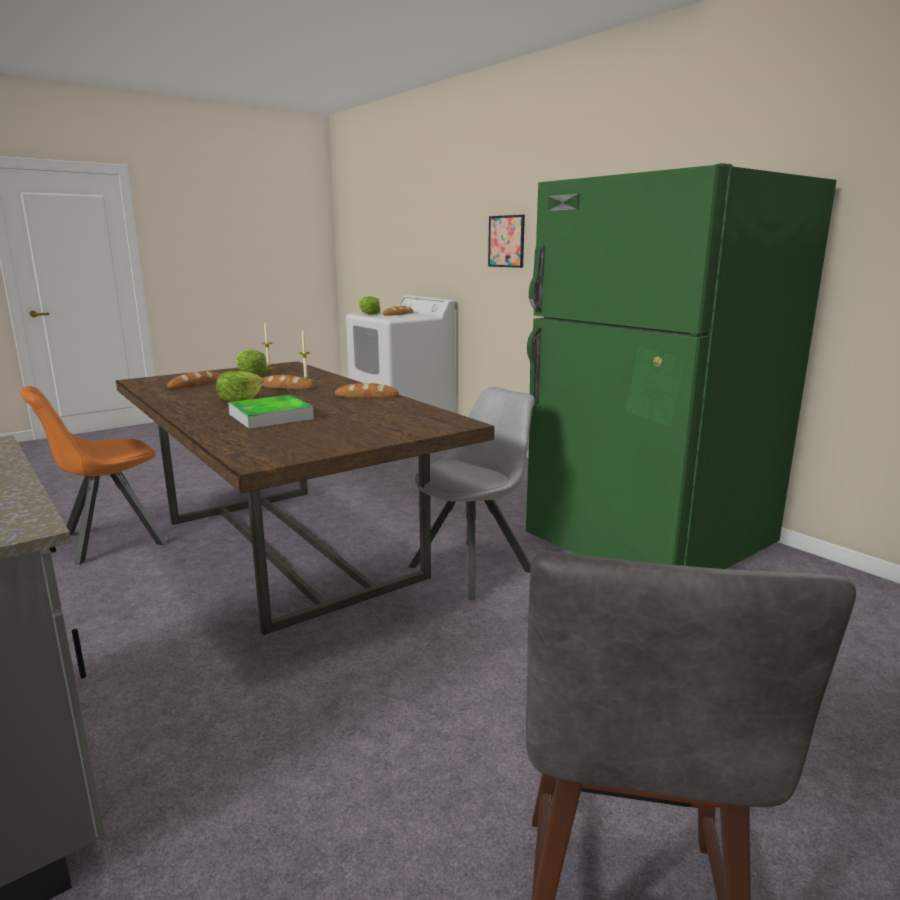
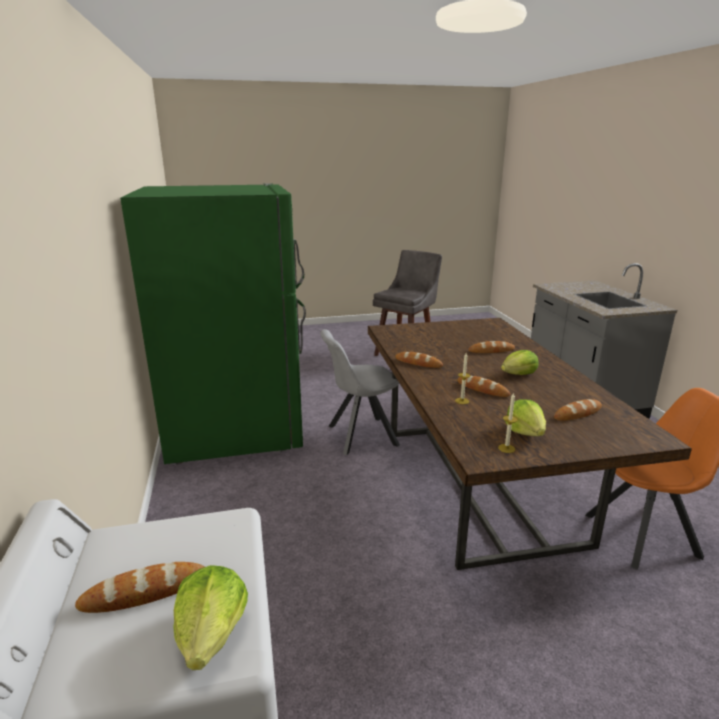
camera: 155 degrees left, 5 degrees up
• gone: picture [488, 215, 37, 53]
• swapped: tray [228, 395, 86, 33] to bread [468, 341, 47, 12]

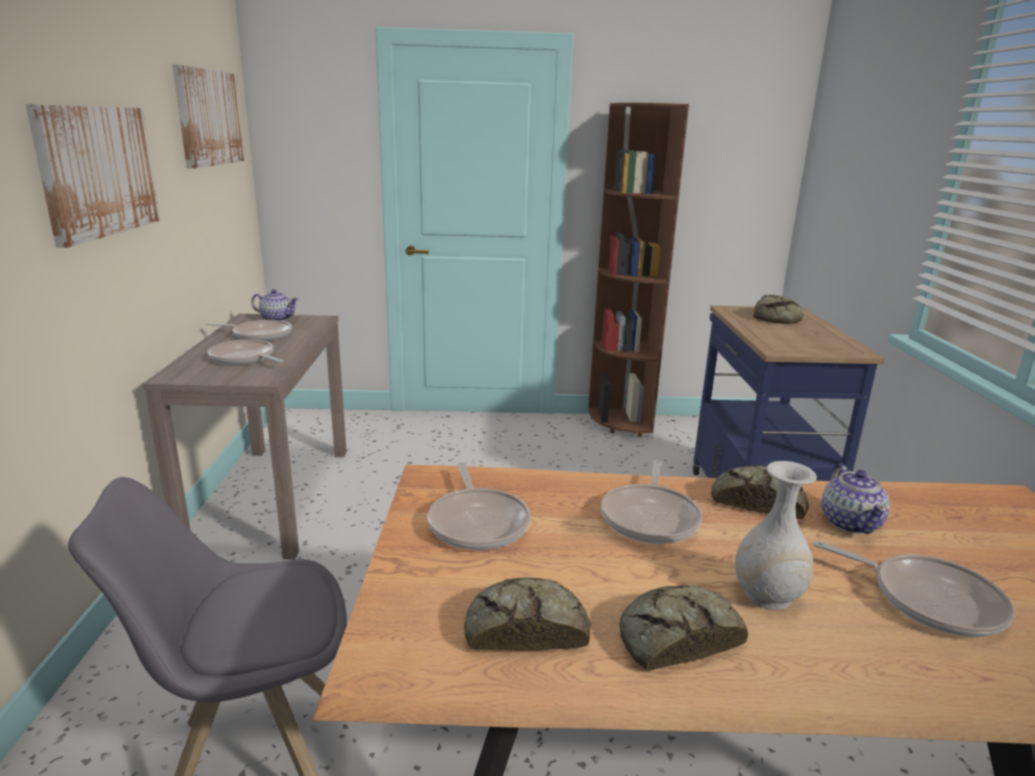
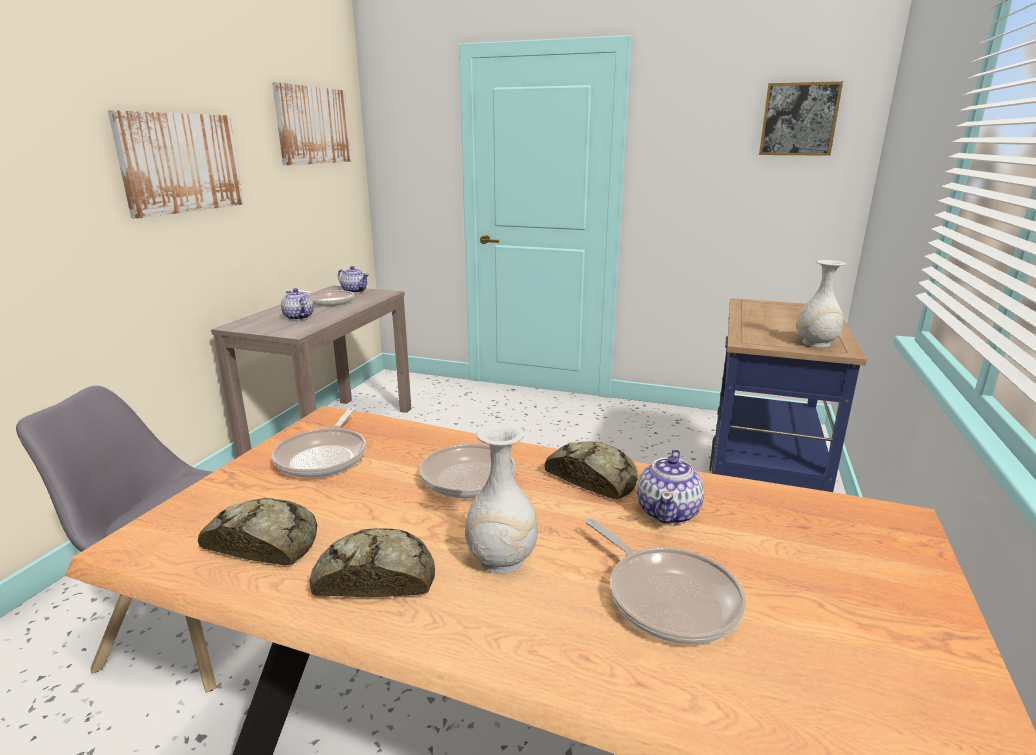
camera: 20 degrees right, 0 degrees up
• gone: bookcase (brown) [588, 103, 101, 334]
• gone: bread [753, 295, 51, 29]
• swapped: frying pan [208, 339, 76, 26] to teapot [281, 288, 33, 32]
• new: picture [759, 81, 84, 75]
• new: vase (white) [796, 260, 50, 87]

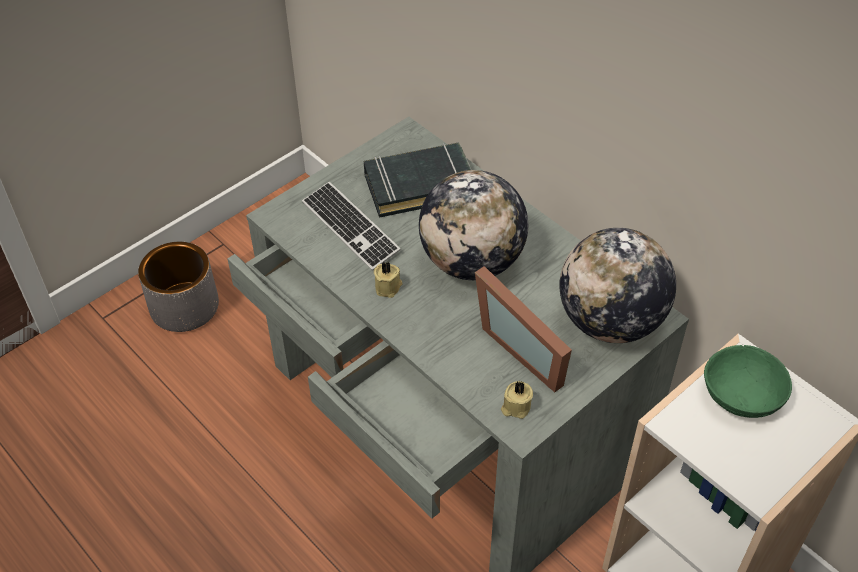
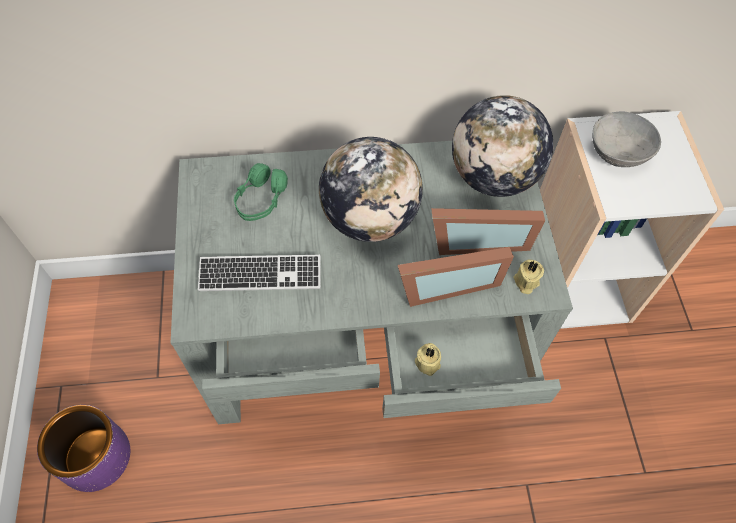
camera: 55 degrees left, 10 degrees up
• swapped: book (black) [364, 142, 107, 76] to headphones (green) [234, 163, 54, 58]
• repainted: planter (grey) [138, 241, 81, 91] to planter (purple) [37, 405, 93, 87]
• shifted: candle (beige) [374, 262, 29, 36] to [415, 343, 26, 33]
• repainted: bowl (green) [704, 345, 88, 73] to bowl (grey) [592, 112, 69, 55]
• new: picture frame [398, 247, 116, 60]

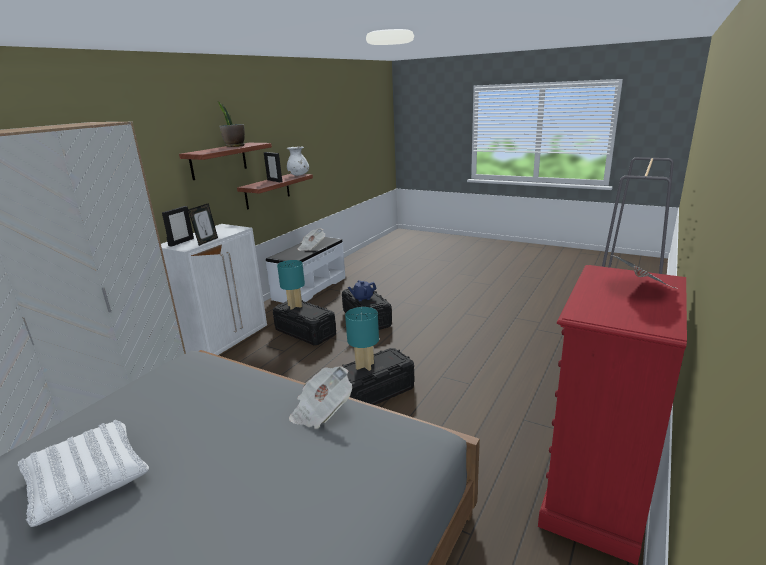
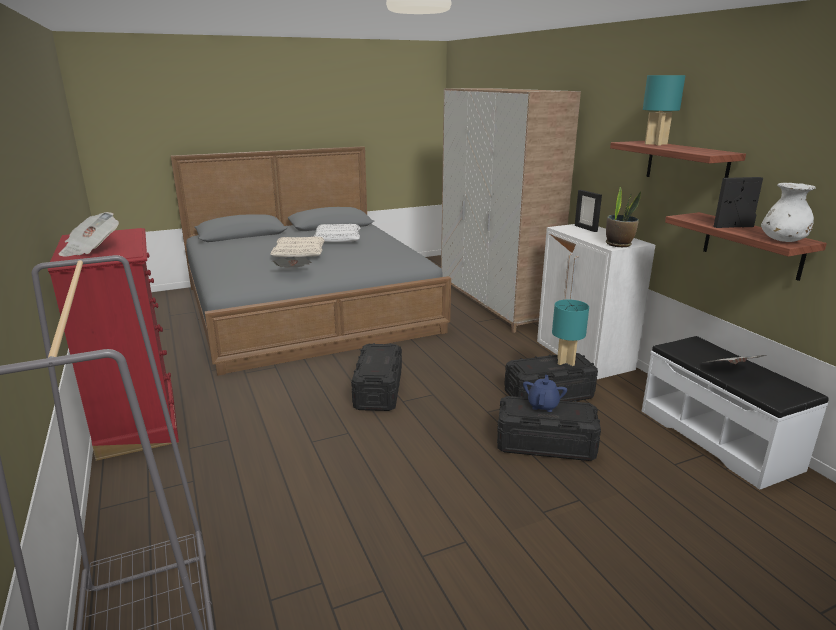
camera: 125 degrees right, 0 degrees up
• shifted: potted plant [218, 101, 27, 46] to [606, 187, 35, 60]
• gone: picture frame [188, 203, 30, 43]
• shifted: table lamp (turquoise) [345, 307, 34, 64] to [643, 75, 42, 70]
• new: pillow (beige) [270, 236, 55, 21]

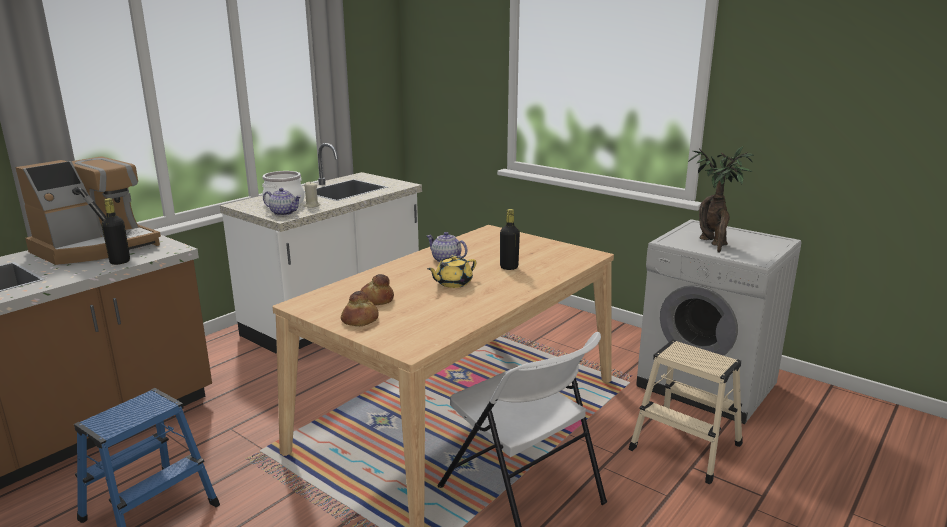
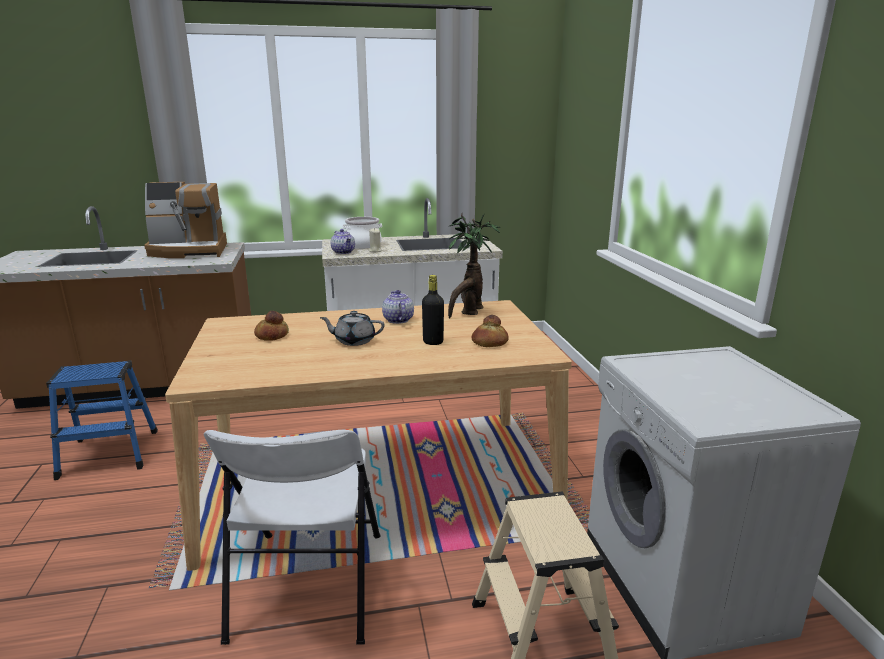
camera: 40 degrees right, 0 degrees up
• shifted: potted plant [688, 146, 66, 107] to [448, 213, 52, 105]
• gone: bottle (black) [102, 198, 28, 67]
• repainted: teapot (yellow) [427, 255, 50, 33] to teapot (grey) [320, 311, 65, 35]
• shifted: bread [341, 291, 38, 35] to [472, 315, 37, 32]

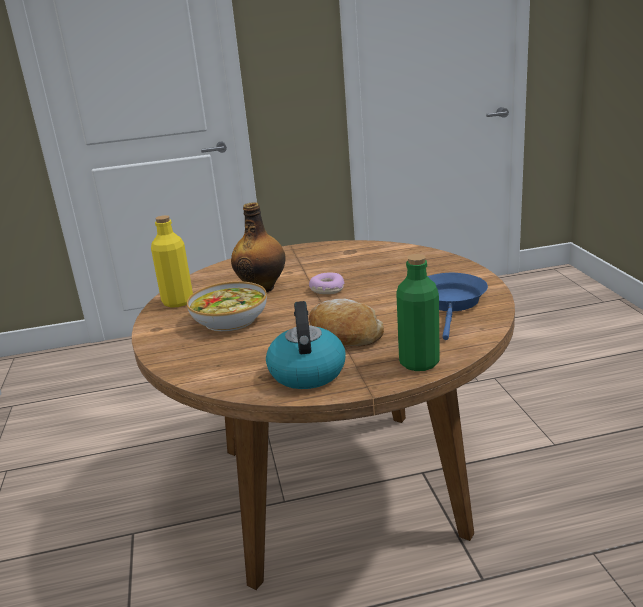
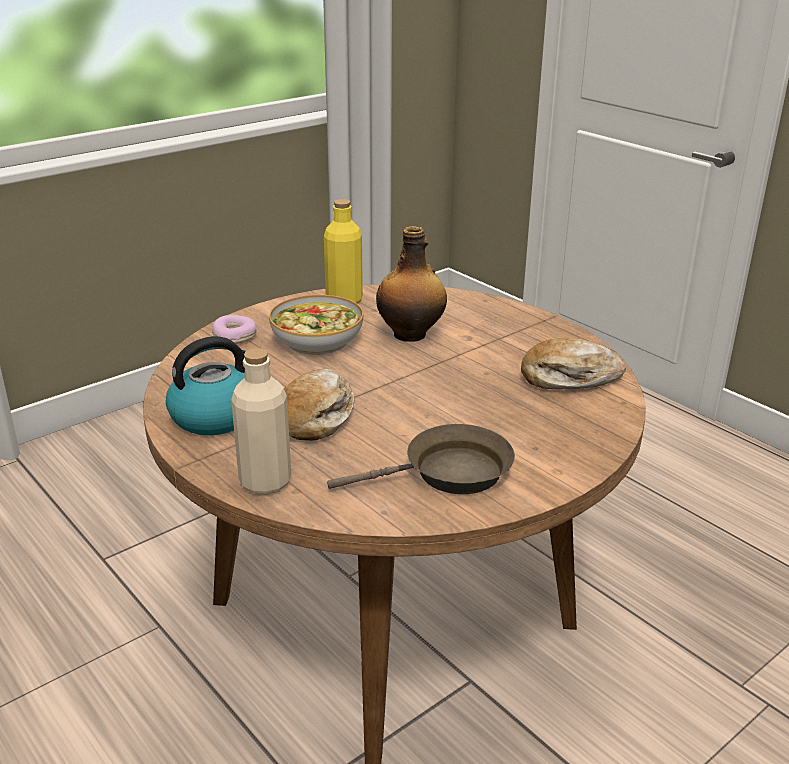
camera: 60 degrees right, 5 degrees up
• repainted: bottle (green) [396, 254, 44, 117] to bottle (beige) [231, 348, 60, 147]
• shifted: donut [309, 273, 36, 21] to [212, 315, 45, 29]
• repainted: frying pan (blue) [428, 273, 60, 67] to frying pan (brown) [327, 424, 188, 70]
• new: bread [521, 338, 105, 51]

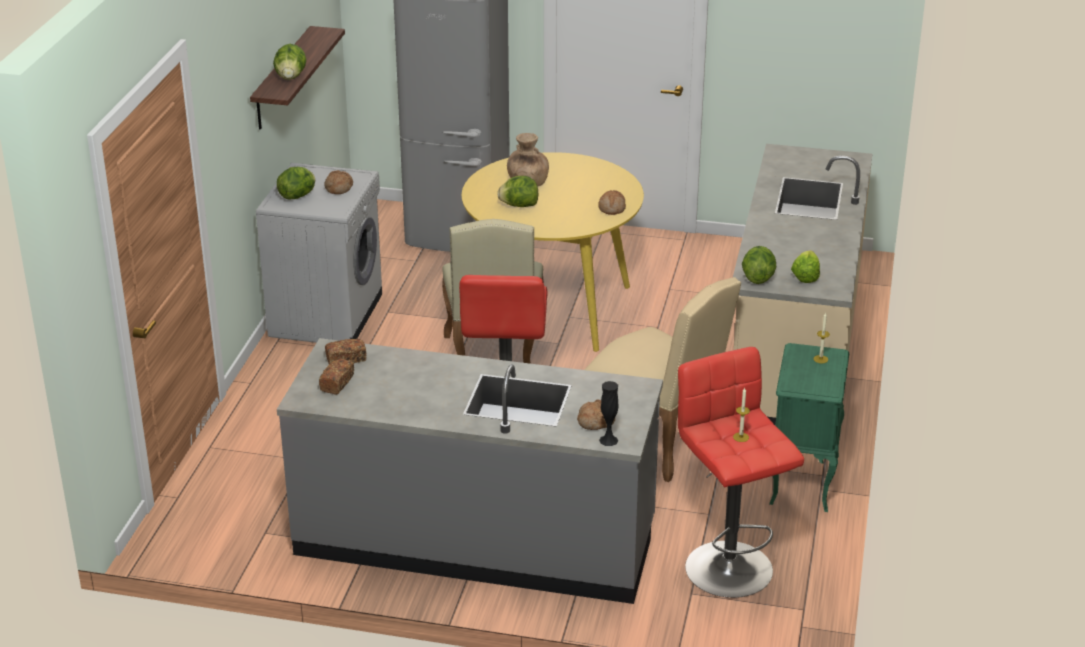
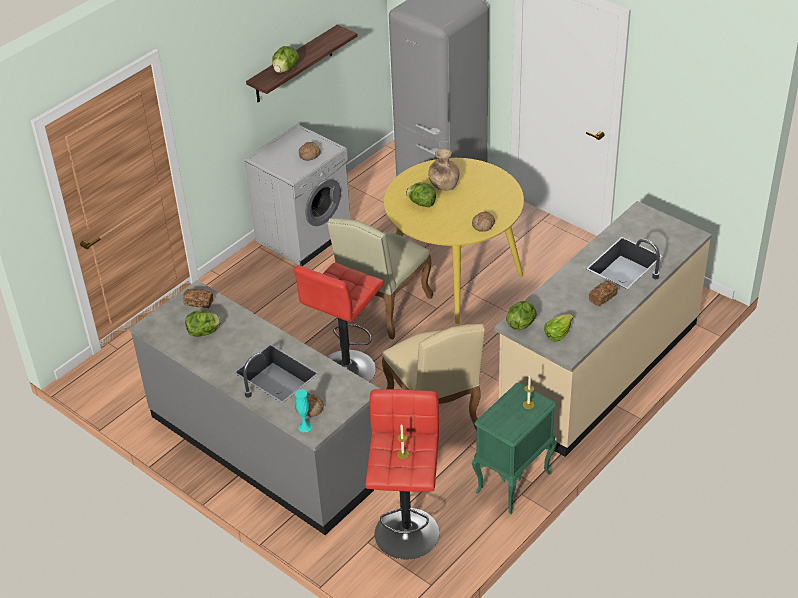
camera: 30 degrees right, 10 degrees up
• shifted: lettuce [277, 167, 38, 32] to [185, 311, 36, 26]
• shifted: bread [319, 358, 35, 36] to [589, 281, 29, 25]
• repainted: vase (black) [599, 381, 19, 65] to vase (turquoise) [295, 389, 17, 43]

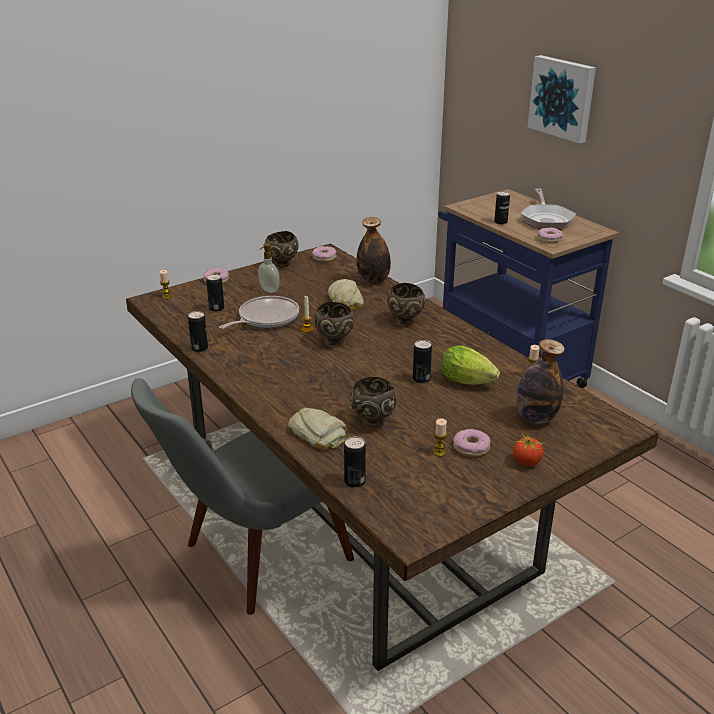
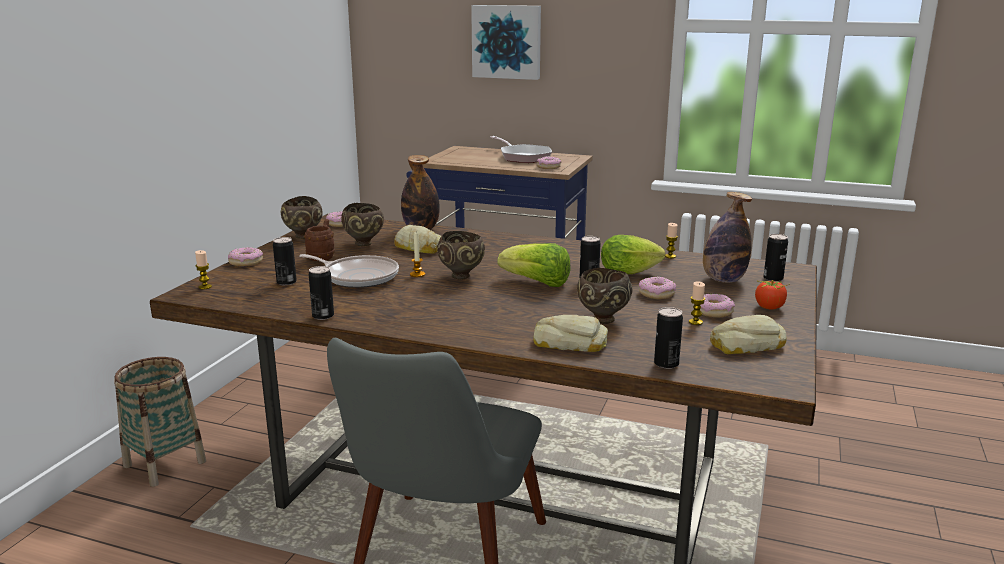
camera: 35 degrees left, 10 degrees down
• shifted: can [494, 191, 16, 34] to [763, 234, 25, 48]
• swapped: soap dispenser [258, 243, 22, 50] to mug (brown) [304, 219, 31, 42]
• shifted: bowl (brown) [387, 283, 39, 41] to [341, 203, 43, 43]
• rotated: frying pan [219, 296, 80, 33] = [299, 254, 100, 34] 105 degrees clockwise
• new: lettuce [498, 243, 72, 44]
• new: donut [639, 277, 37, 22]
• new: bread [710, 315, 77, 39]
• new: basket [114, 357, 92, 130]

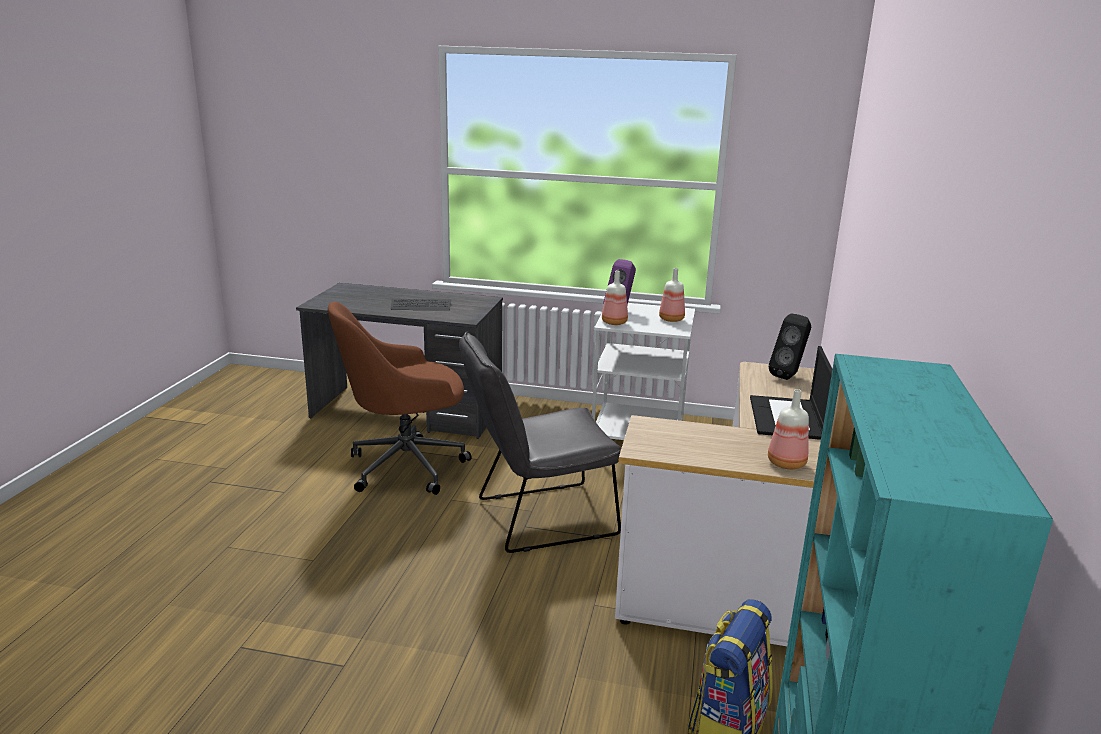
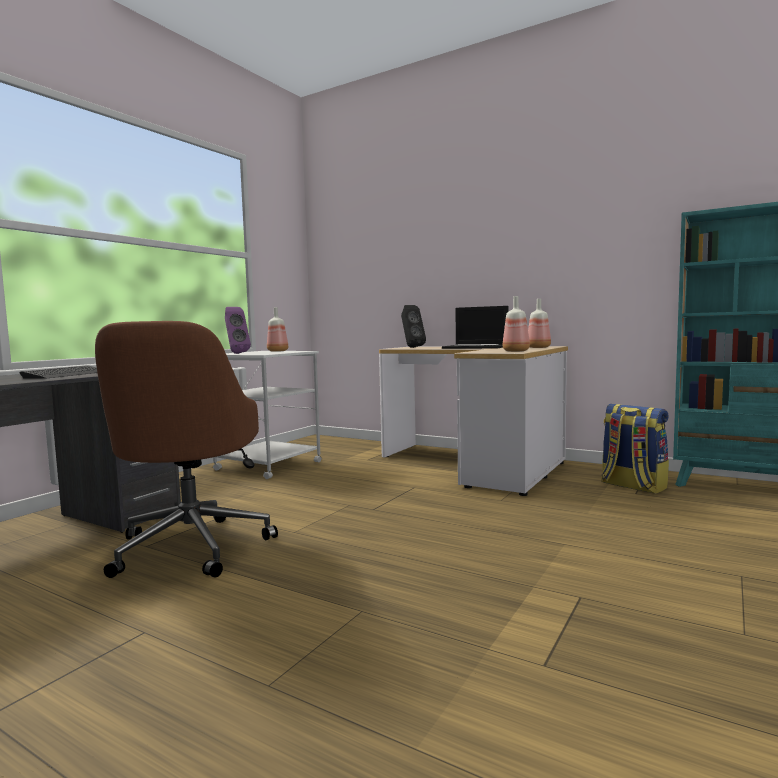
camera: 70 degrees left, 15 degrees down
• shifted: bottle [602, 270, 26, 55] to [503, 296, 27, 56]
• gone: chair (grey) [459, 331, 163, 222]

